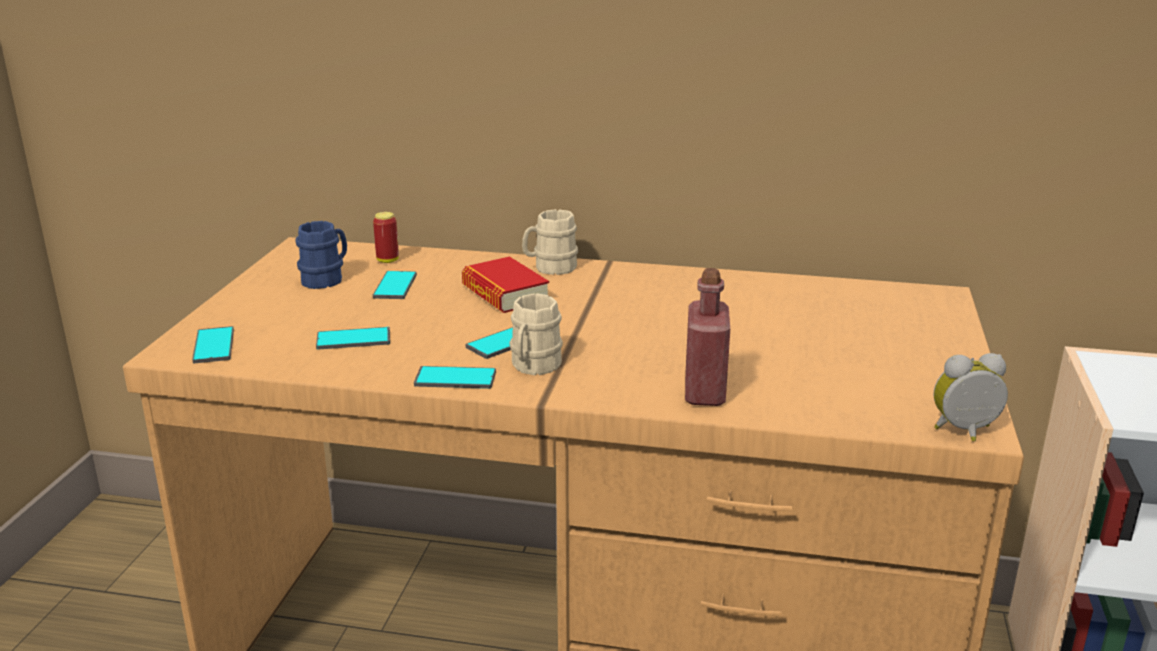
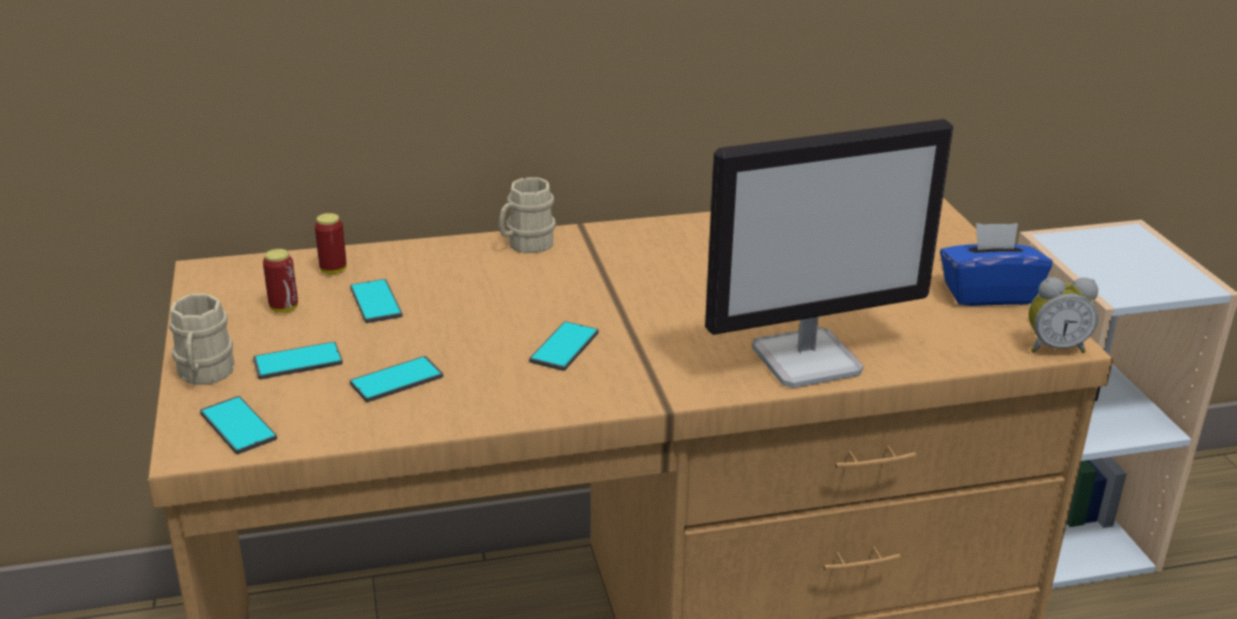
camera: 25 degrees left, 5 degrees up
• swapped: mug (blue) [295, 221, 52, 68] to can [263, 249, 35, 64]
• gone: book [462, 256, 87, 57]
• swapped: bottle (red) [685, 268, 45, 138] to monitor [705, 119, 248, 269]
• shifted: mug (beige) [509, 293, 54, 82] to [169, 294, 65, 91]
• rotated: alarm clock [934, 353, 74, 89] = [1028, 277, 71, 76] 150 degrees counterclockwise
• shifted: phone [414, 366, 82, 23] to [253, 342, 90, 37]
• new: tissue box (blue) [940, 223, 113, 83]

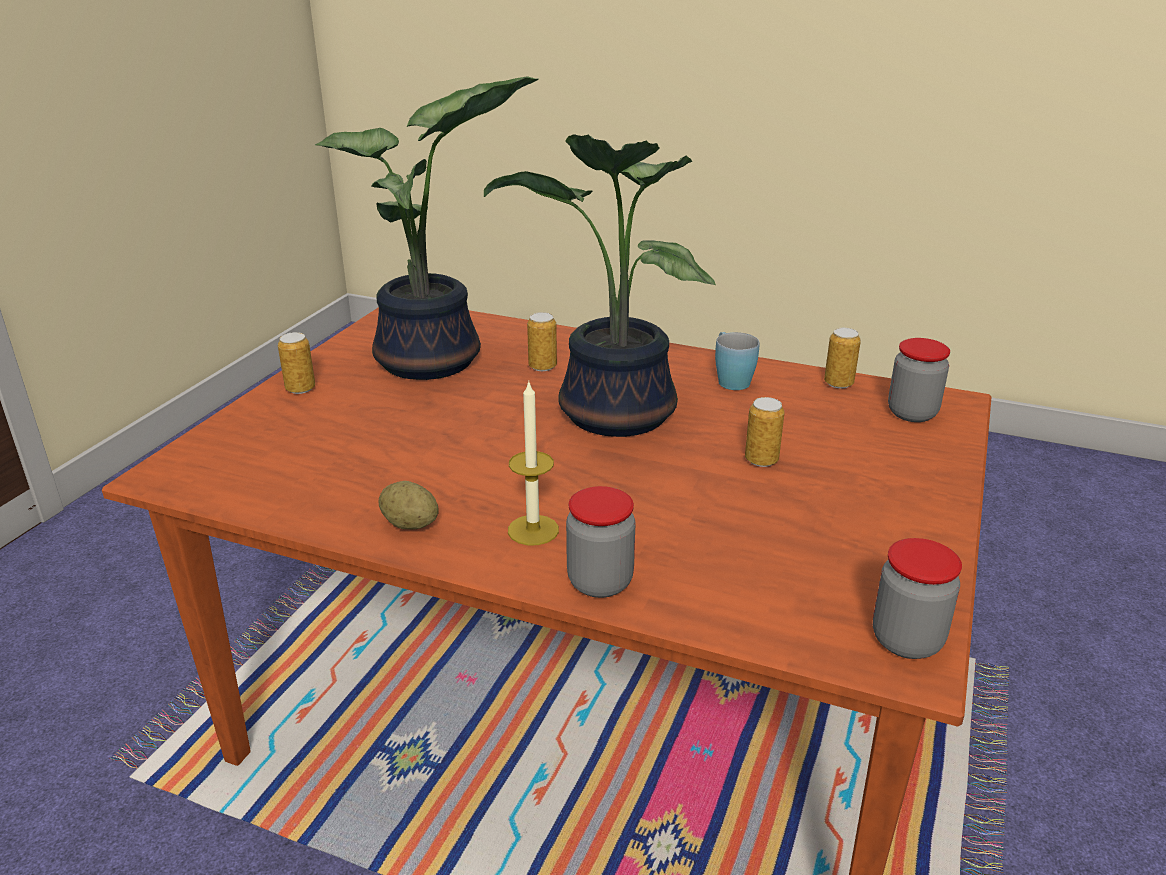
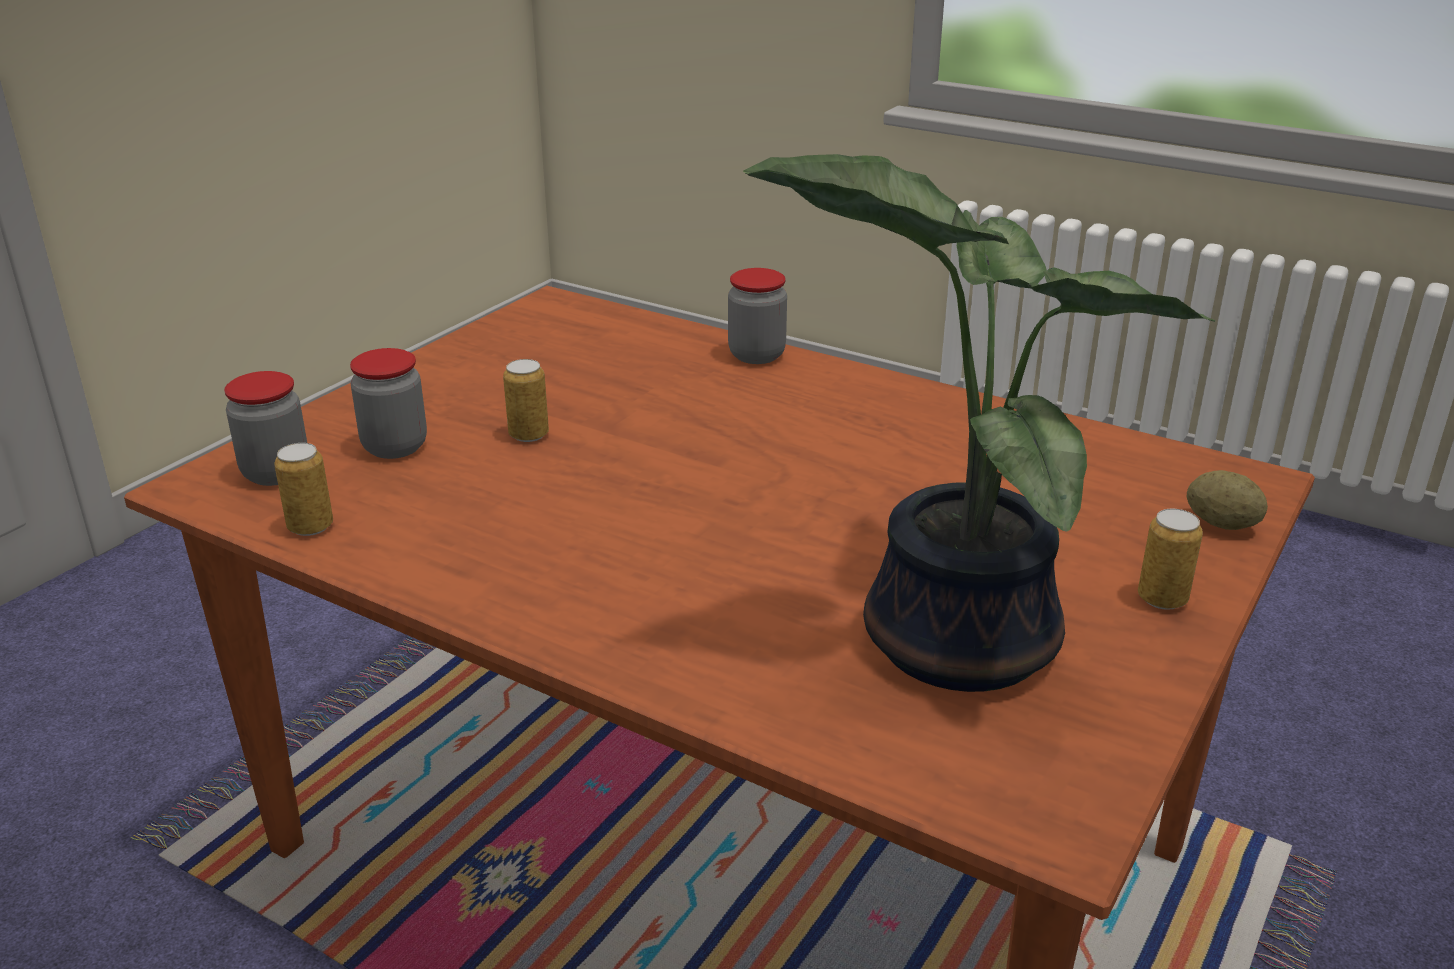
camera: 170 degrees left, 0 degrees up
• gone: potted plant [484, 134, 232, 303]
• gone: can [527, 312, 30, 59]
• gone: mug (blue) [715, 332, 45, 58]
• gone: candle [508, 381, 51, 165]
• shifted: potato [378, 481, 61, 48] to [1187, 470, 81, 60]
• shifted: jar [873, 538, 89, 121] to [350, 348, 77, 111]

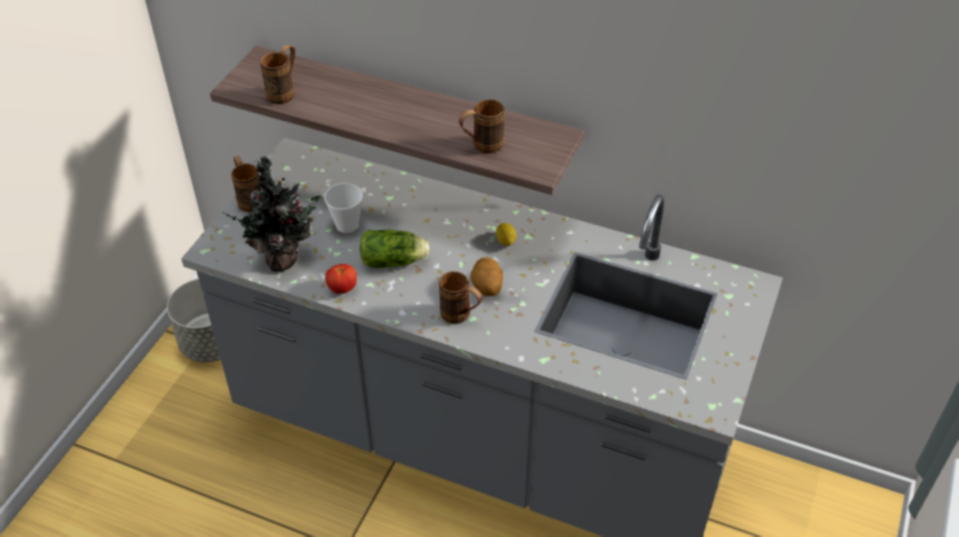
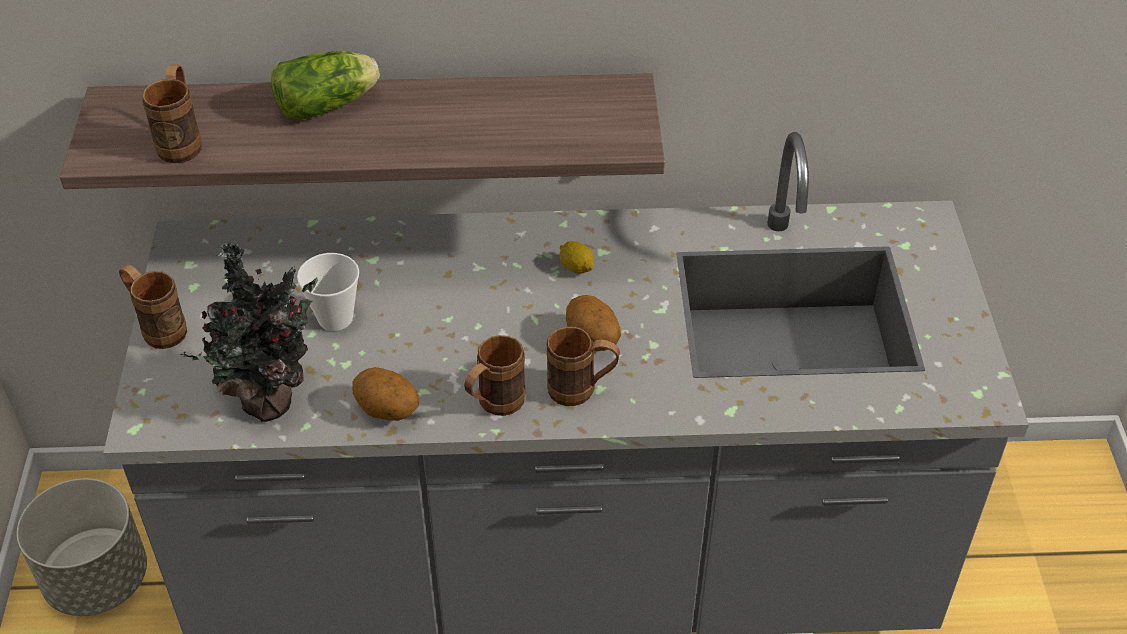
camera: 25 degrees left, 0 degrees up
• shifted: mug (brown) [459, 99, 46, 55] to [464, 335, 62, 81]
• shifted: lettuce [360, 230, 69, 38] to [271, 51, 109, 69]
• swapped: tomato [325, 264, 32, 30] to potato [352, 367, 67, 54]

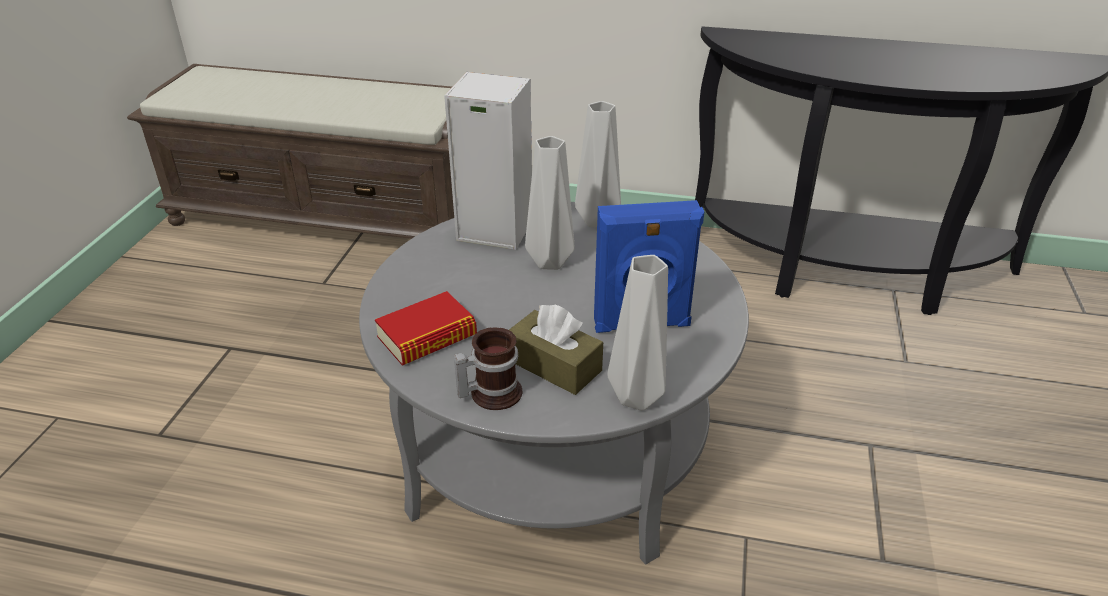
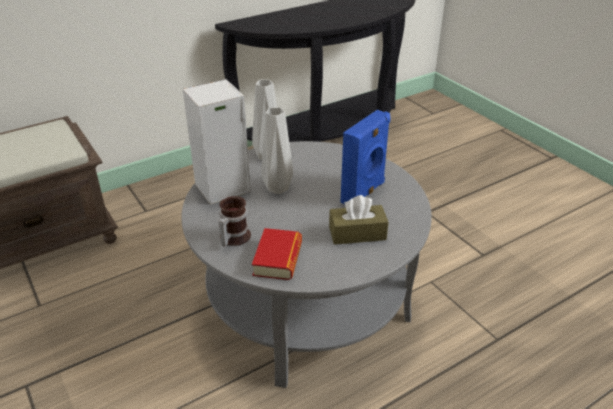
camera: 45 degrees left, 0 degrees up
• gone: vase (grey) [607, 255, 61, 156]
• shifted: mug [454, 327, 68, 83] to [218, 196, 33, 51]

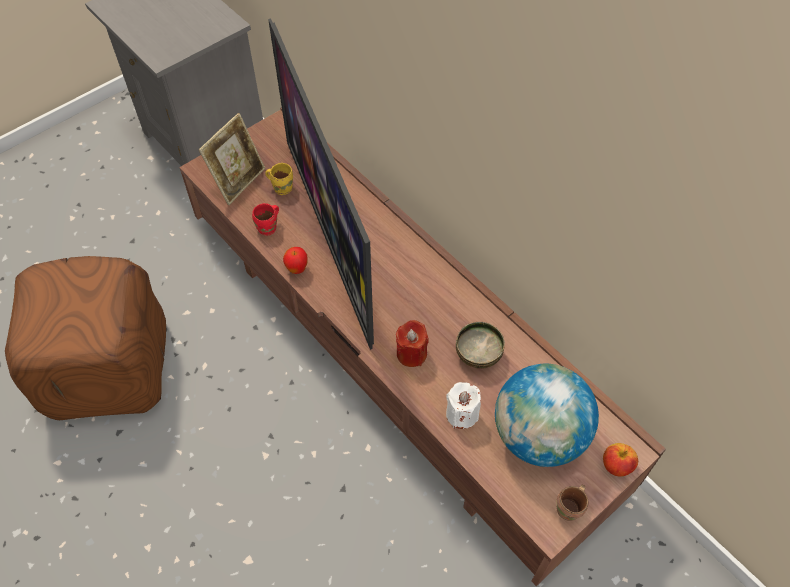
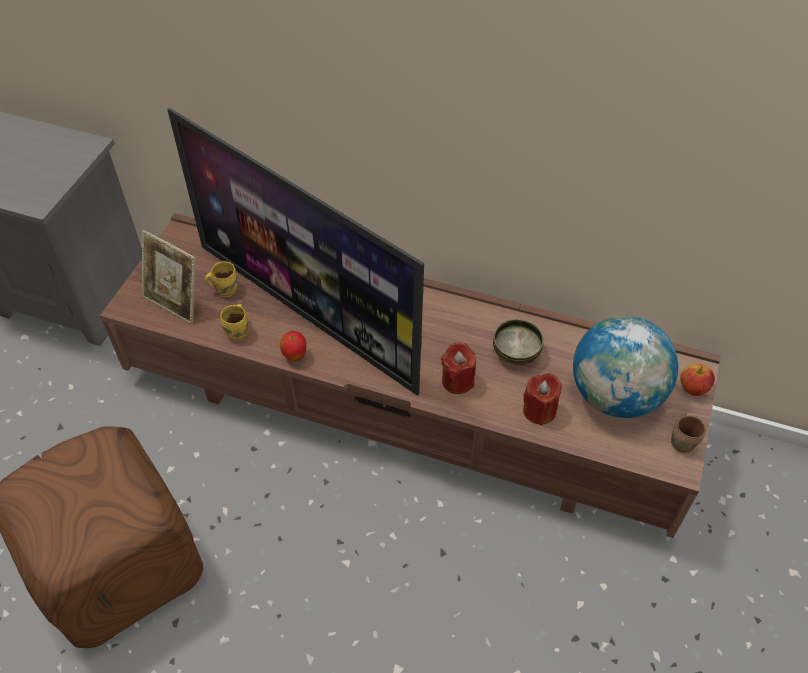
camera: 30 degrees left, 5 degrees down
• rotated: picture frame [199, 113, 66, 92] = [142, 230, 54, 94] 120 degrees clockwise
• repainted: mug (red) [252, 203, 27, 32] to mug (yellow) [220, 304, 28, 37]
• repainted: candle (white) [446, 382, 35, 47] to candle (red) [523, 373, 39, 53]

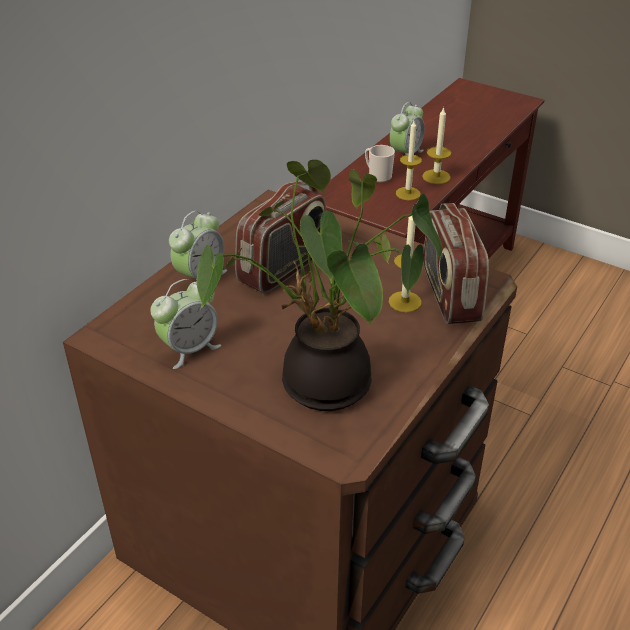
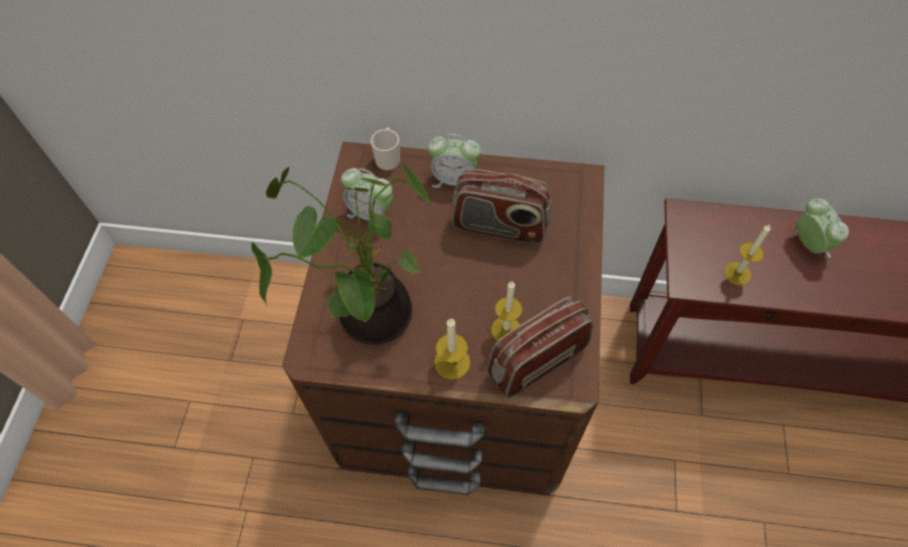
camera: 65 degrees right, 20 degrees up
• rotated: alarm clock [390, 102, 35, 53] = [797, 198, 52, 60] 120 degrees counterclockwise
• shifted: candle [422, 107, 29, 77] to [434, 318, 37, 62]
• shifted: mug [365, 145, 30, 38] to [371, 128, 29, 43]

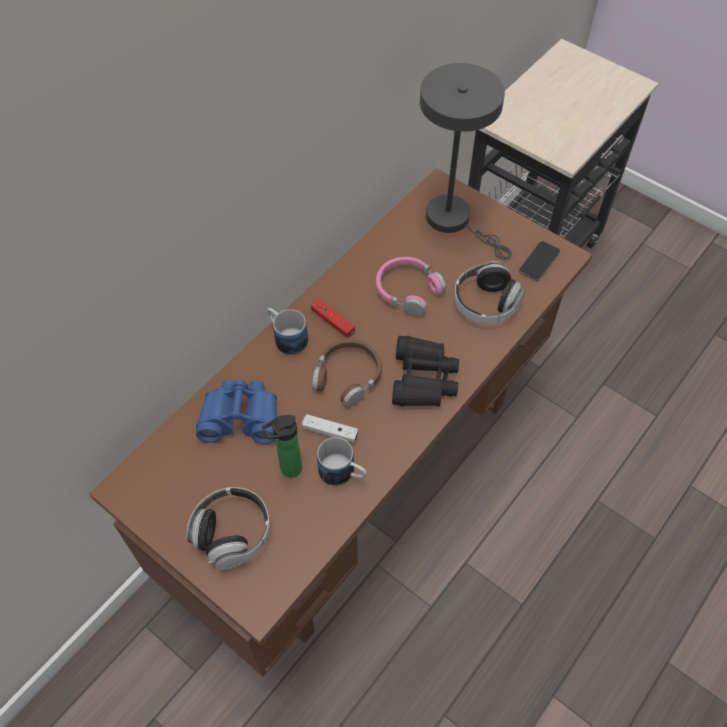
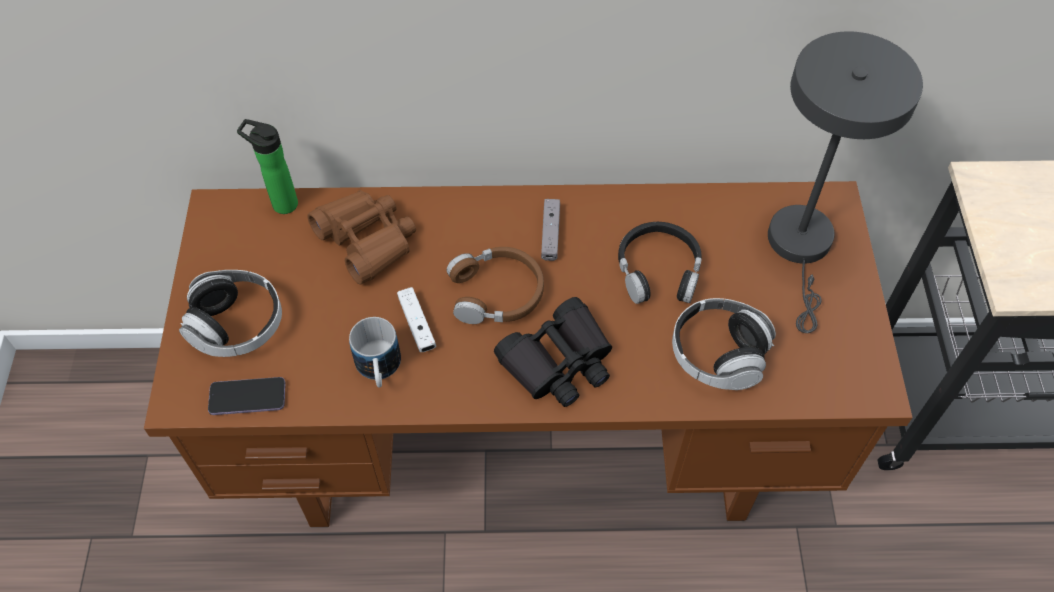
camera: 50 degrees right, 0 degrees up
• shifted: phone [519, 241, 41, 40] to [208, 377, 78, 38]
• repainted: headphones (pink) [376, 257, 70, 59] to headphones (black) [618, 222, 84, 82]
• repainted: game controller (red) [311, 299, 44, 38] to game controller (grey) [541, 199, 19, 62]
• gone: mug [267, 308, 41, 47]
• repainted: binoculars (blue) [196, 379, 81, 65] to binoculars (brown) [307, 190, 109, 94]
• shifted: bottle [262, 415, 40, 63] to [237, 119, 61, 95]

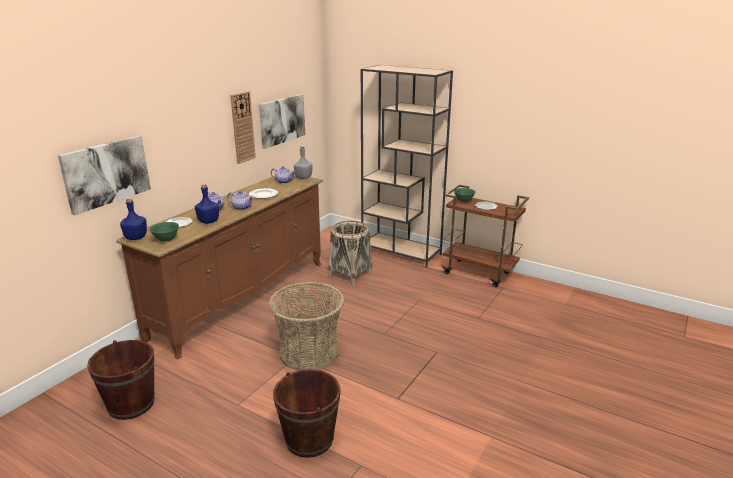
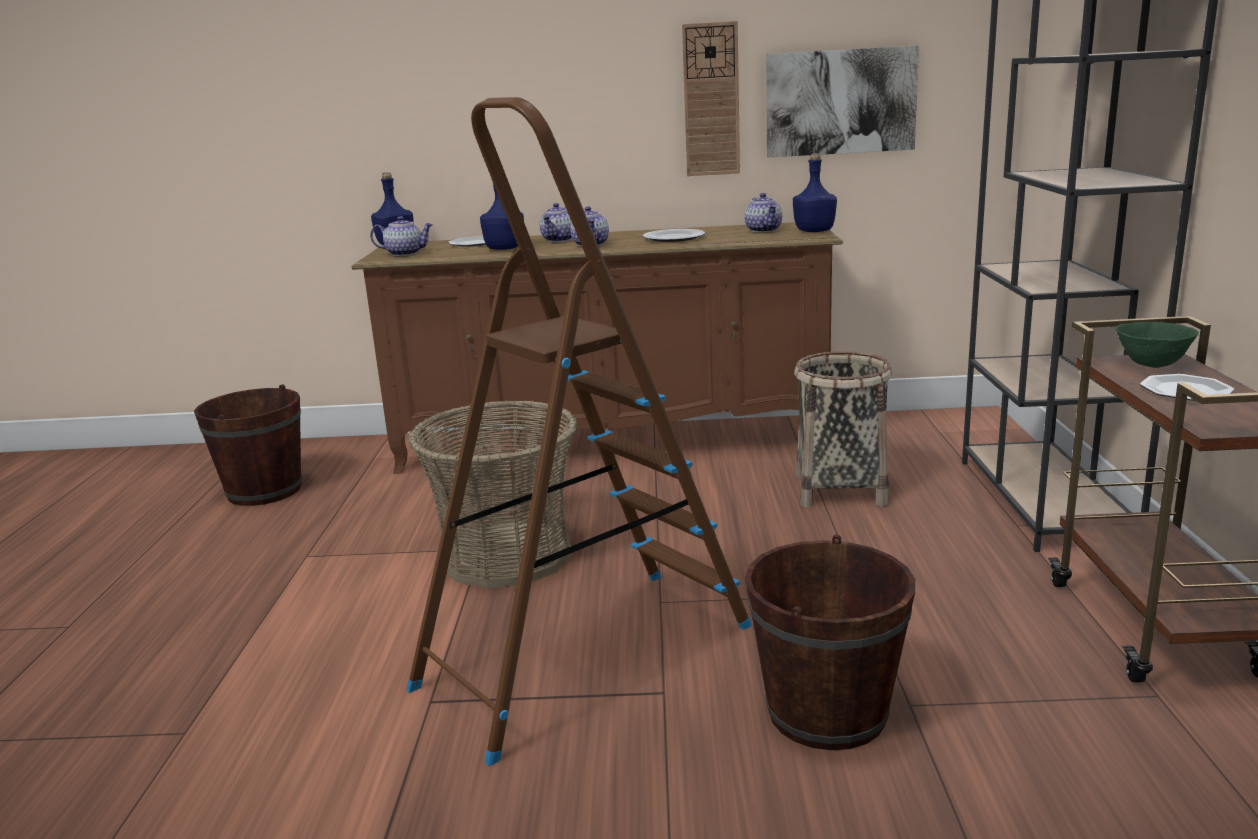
camera: 60 degrees right, 5 degrees down
• gone: picture [58, 135, 93, 80]
• repainted: bottle (grey) [294, 146, 19, 33] to bottle (blue) [793, 153, 44, 79]
• swapped: bowl (green) [149, 222, 30, 19] to teapot [370, 216, 63, 40]
• shifted: bucket (brown) [273, 369, 68, 89] to [745, 535, 170, 215]
• new: step ladder (brown) [407, 97, 345, 669]

